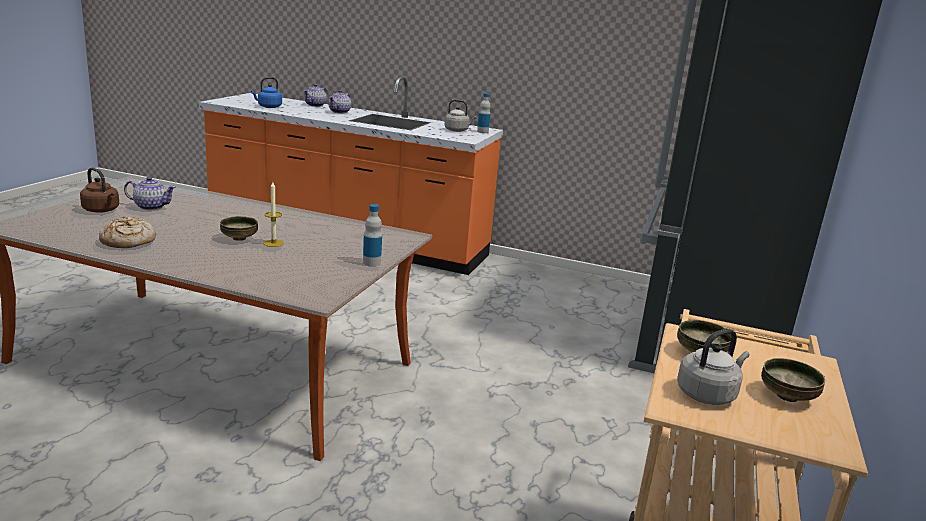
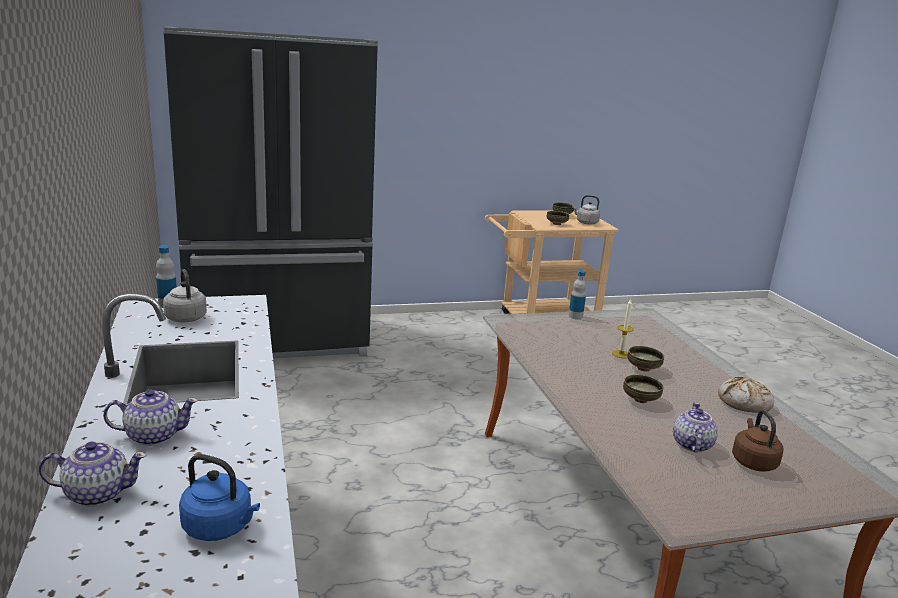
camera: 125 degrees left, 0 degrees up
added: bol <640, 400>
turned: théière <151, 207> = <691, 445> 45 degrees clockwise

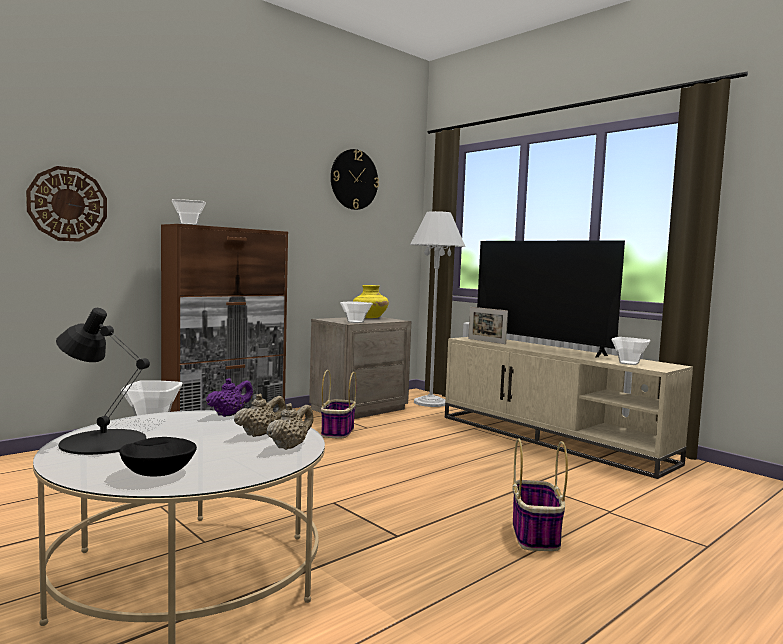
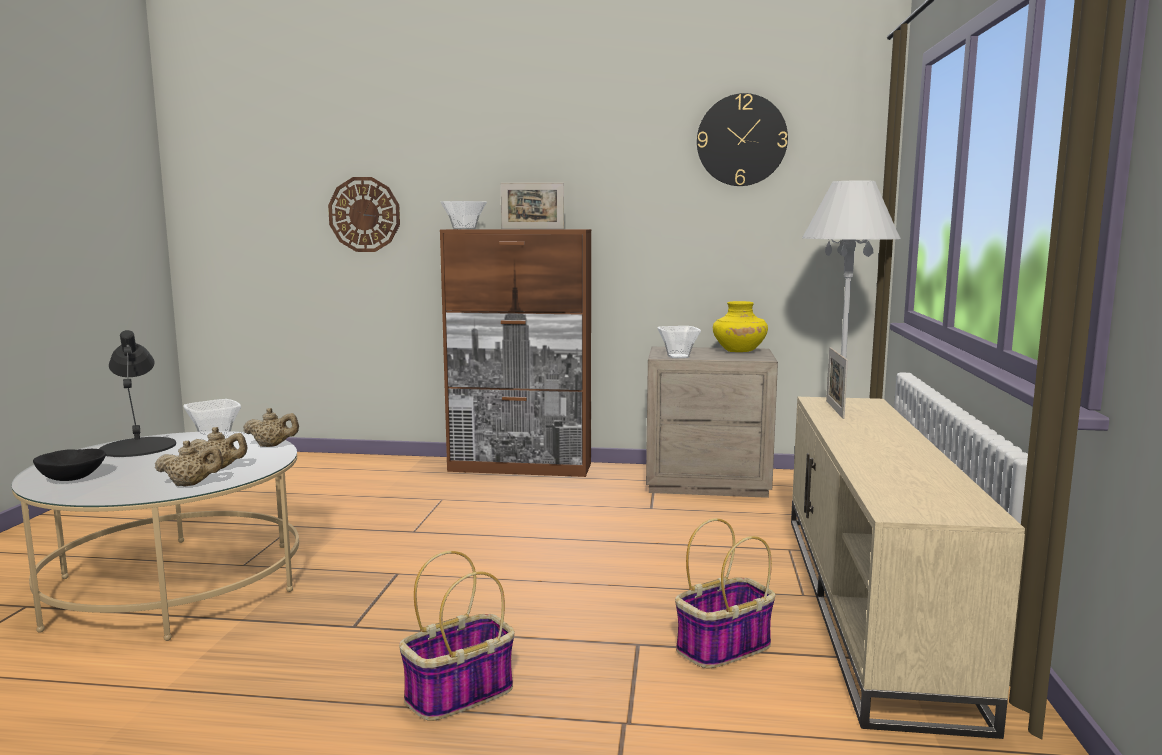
camera: 50 degrees right, 5 degrees up
removed: téléviseur <540, 347>; bol <630, 363>
added: cadre photo <532, 229>
moved: panier <338, 432> to <723, 648>
recoloured: théière [violet] <229, 415> to théière [beige] <272, 446>

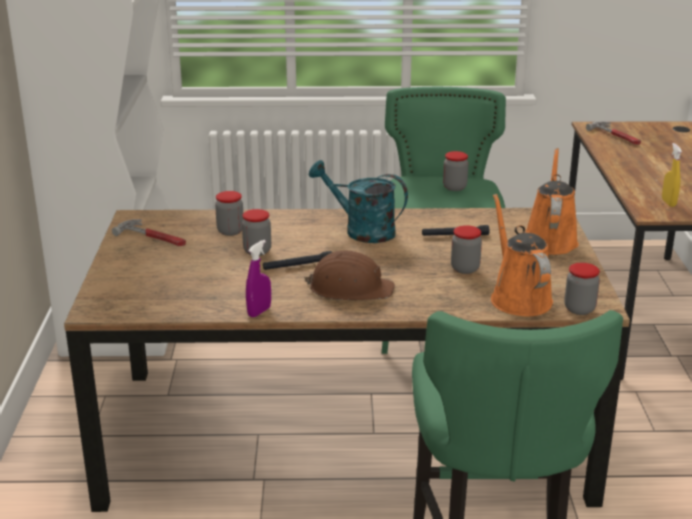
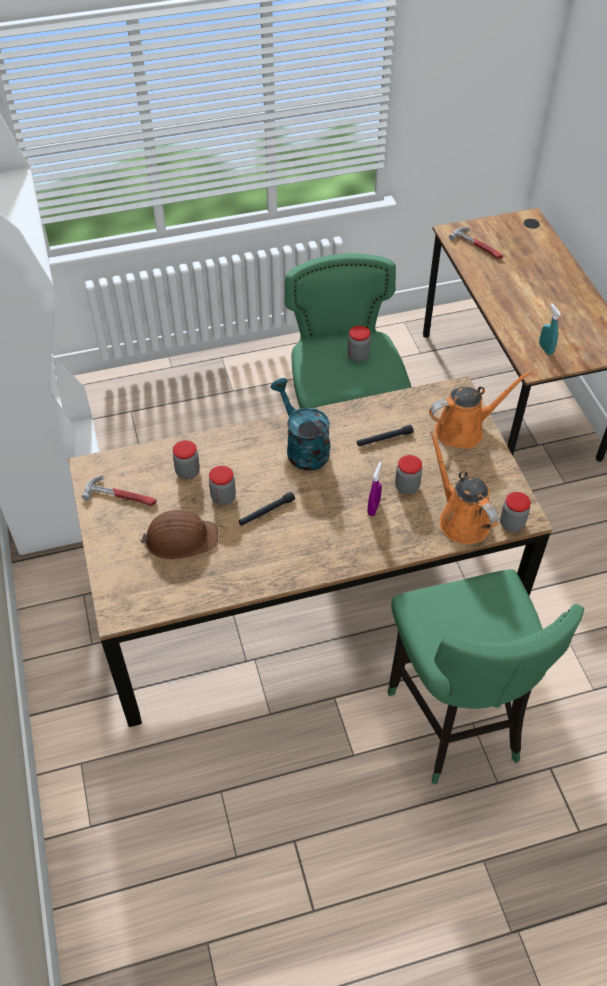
camera: 15 degrees left, 25 degrees up
moved: vaporisateur [violet] <259, 312> to <373, 508>; casque de chantier [marron] <350, 288> to <180, 538>
recoloured: vaporisateur [jaune] <668, 202> to vaporisateur [turquoise] <545, 349>
turned: arrosoir [orange] <549, 240> = <464, 429> 75 degrees clockwise; arrosoir [turquoise] <361, 231> = <302, 448> 45 degrees clockwise

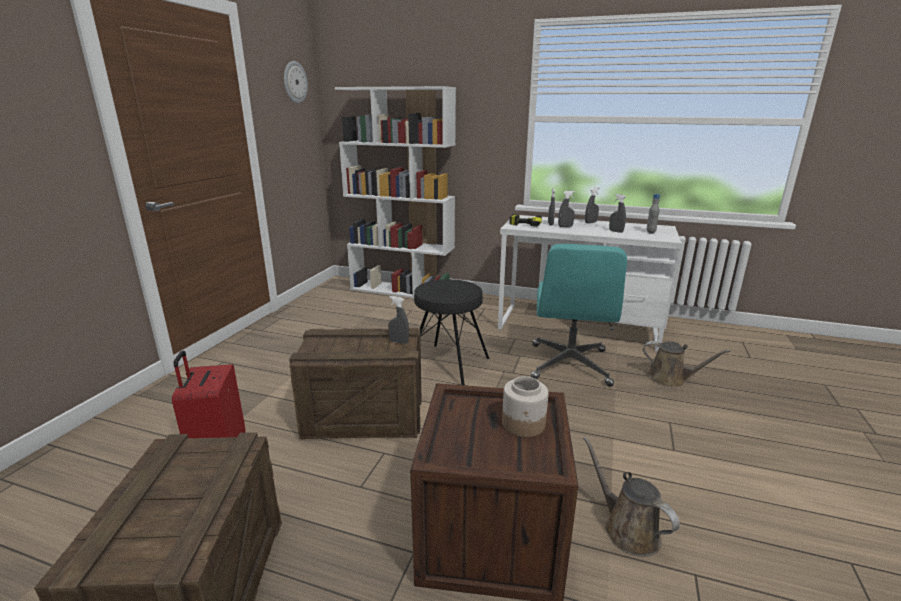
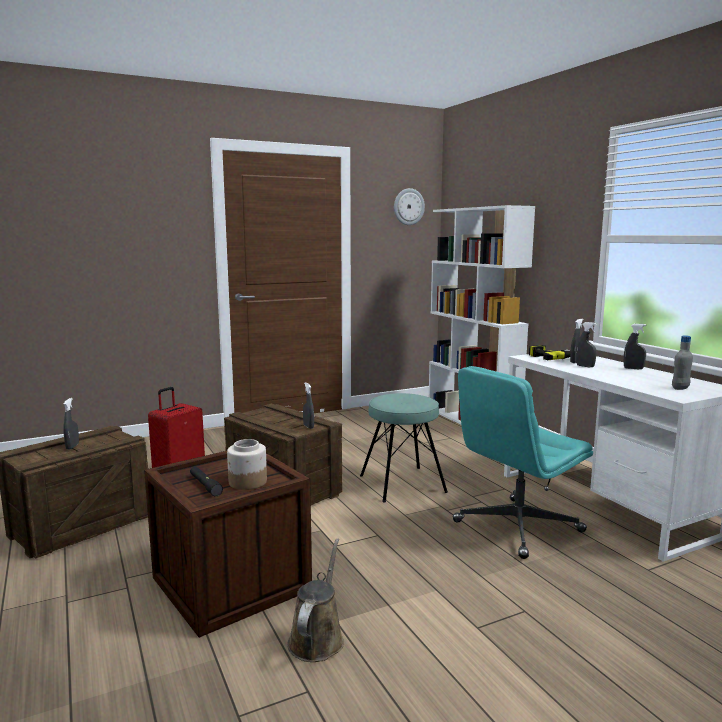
camera: 45 degrees right, 10 degrees down
removed: arrosoir [marron] <670, 379>
added: lampe de poche [noir] <205, 485>
moved: vaporisateur [gris] <616, 231> to <72, 446>
recoloured: tabouret [noir] <448, 365> to tabouret [turquoise] <402, 484>

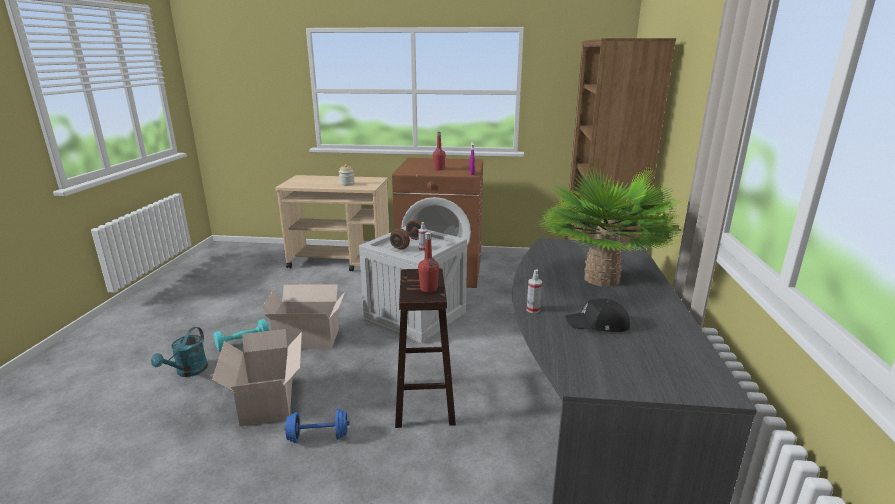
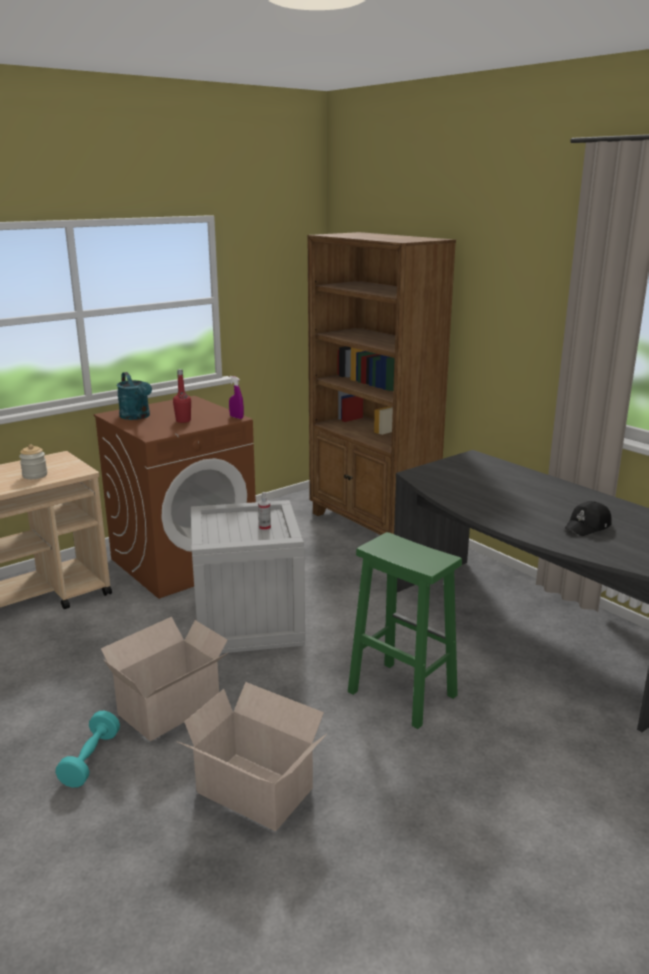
camera: 45 degrees left, 0 degrees up
removed: plante en pot <601, 279>; haltère [marron] <408, 244>; bouteille [rouge] <428, 289>; vaporisateur <533, 309>; haltère [bleu] <318, 437>
moved: arrosoir [turquoise] <188, 372> to <137, 417>
recoloured: tabouret [marron] <424, 401> to tabouret [vert] <400, 693>

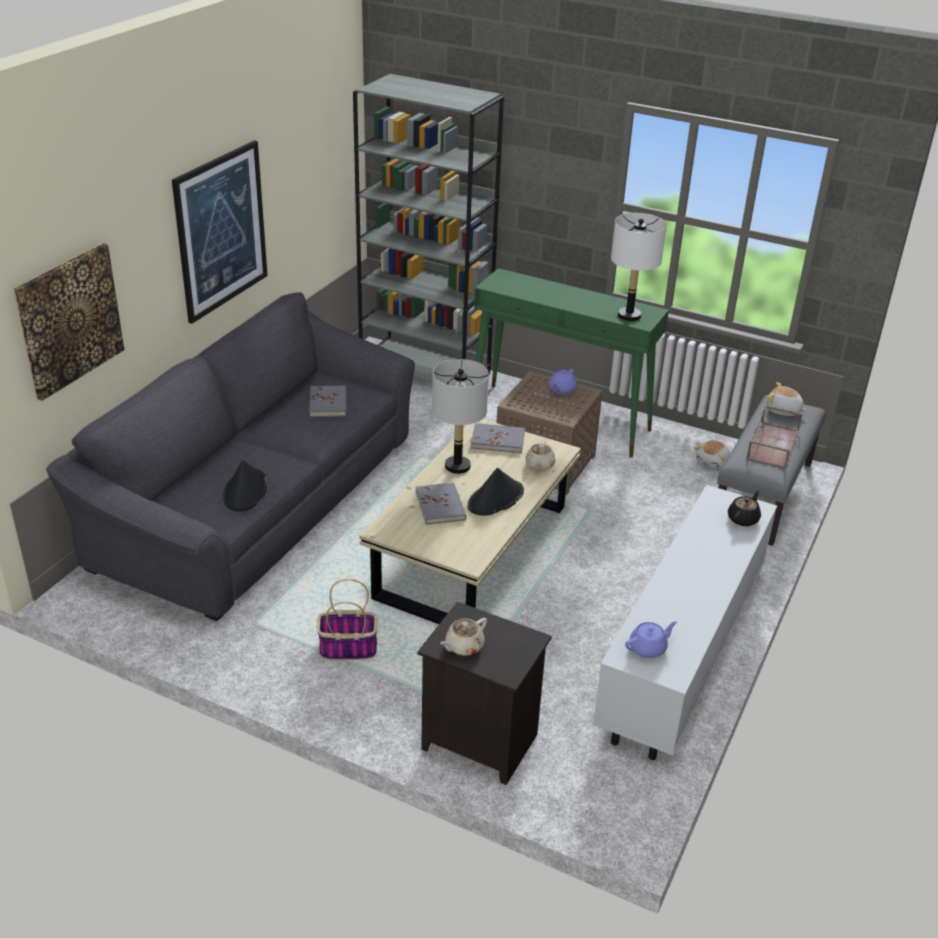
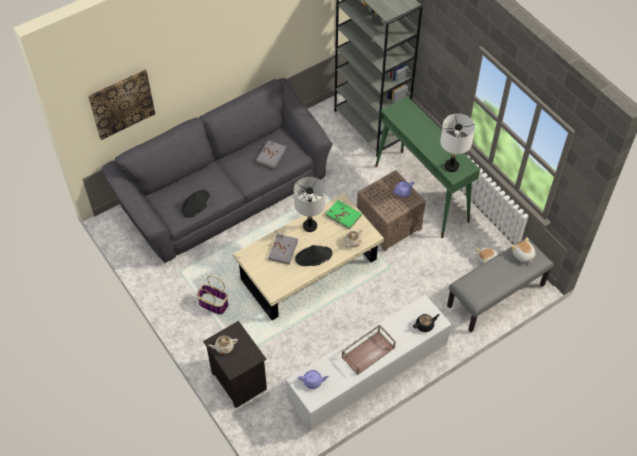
camera: 30 degrees right, 20 degrees up
removed: tableau <221, 231>
moved: plateau [marron] <772, 444> to <368, 352>
recoloured: livre [gris] <498, 440> to livre [vert] <343, 215>

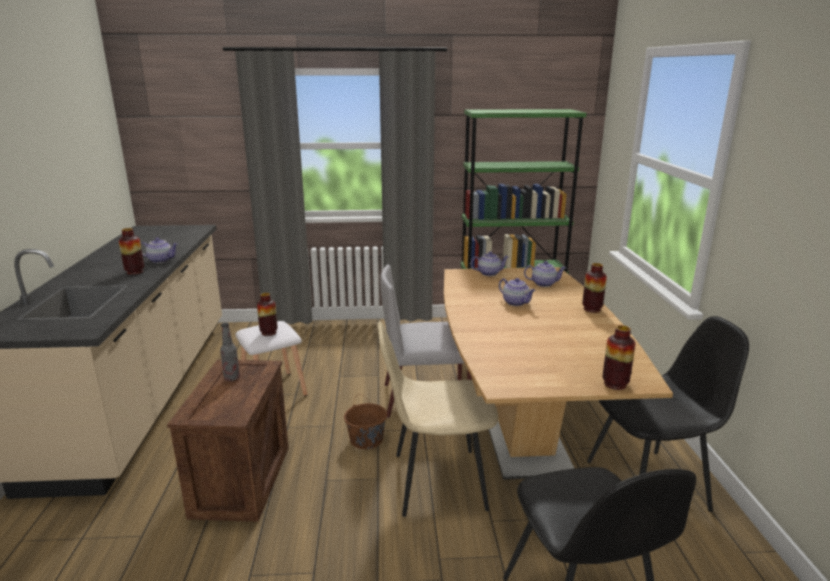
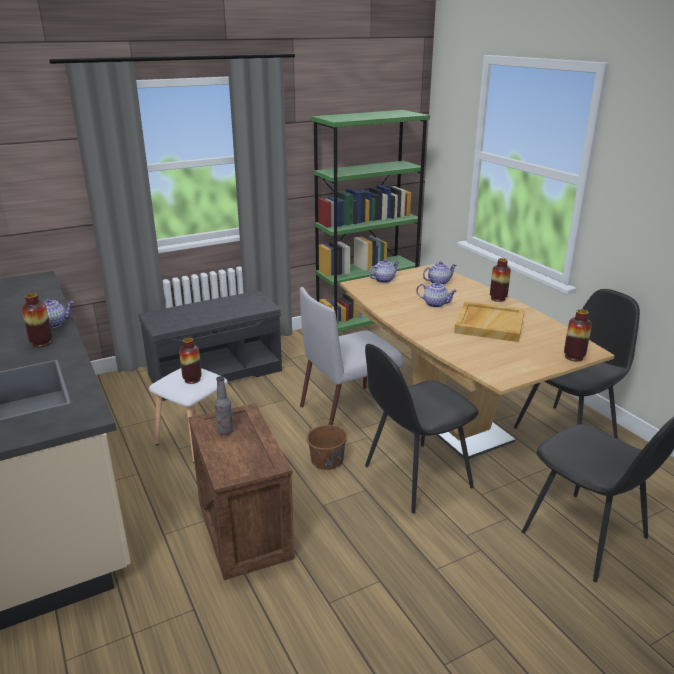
camera: 25 degrees left, 5 degrees up
added: banc [gris] <216, 372>; plateau [beige] <489, 324>
recoloured: chaise [beige] <436, 481> to chaise [noir] <415, 477>

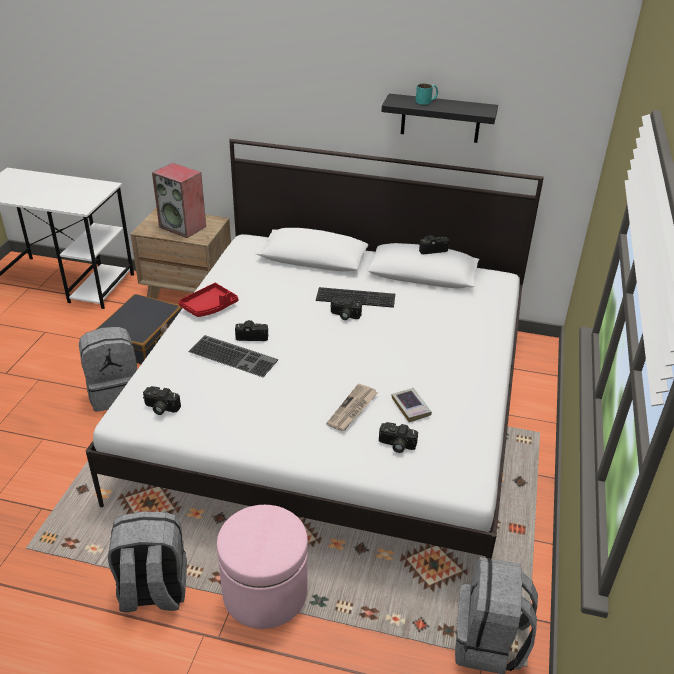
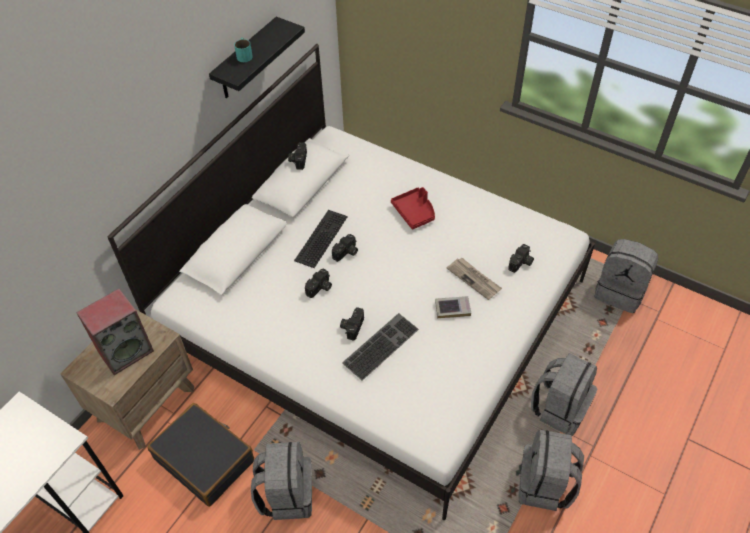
camera: 70 degrees left, 15 degrees up
moved: plateau [rouge] <209, 307> to <414, 212>; appareil photo <160, 408> to <320, 288>; livre <411, 407> to <452, 309>
replaced: pouf [rose] <265, 592> to sac à dos [gris] <559, 408>

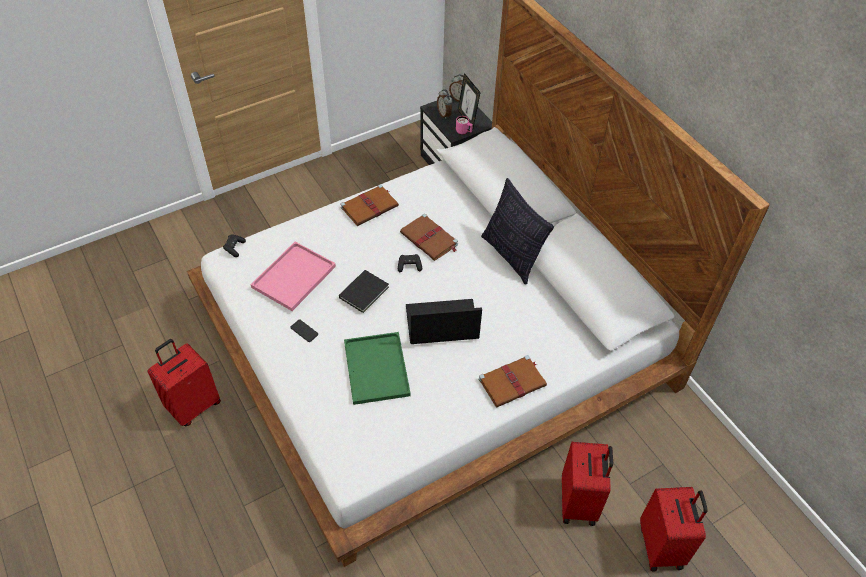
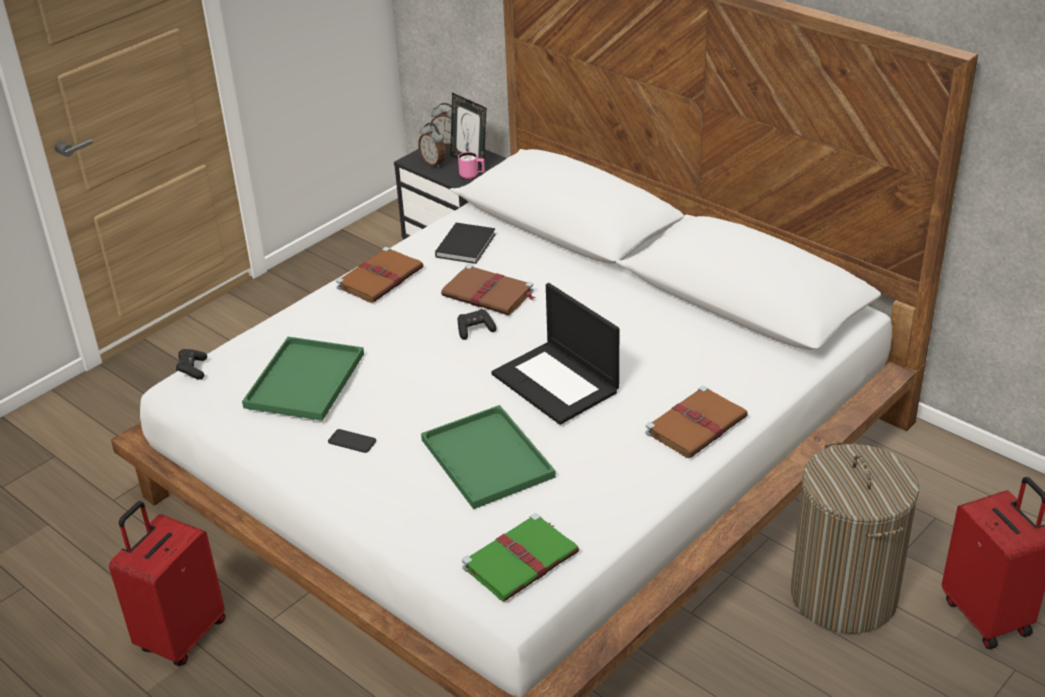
camera: 15 degrees left, 15 degrees down
removed: coussin <512, 256>
added: livre [vert] <522, 559>
moved: livre [noir] <365, 292> to <467, 245>
replaced: valise [rouge] <579, 502> to panier à linge <844, 595>
recoloured: plateau [rose] <293, 278> to plateau [vert] <305, 382>
turned: ordinateur portable <441, 323> = <557, 383> 105 degrees counterclockwise

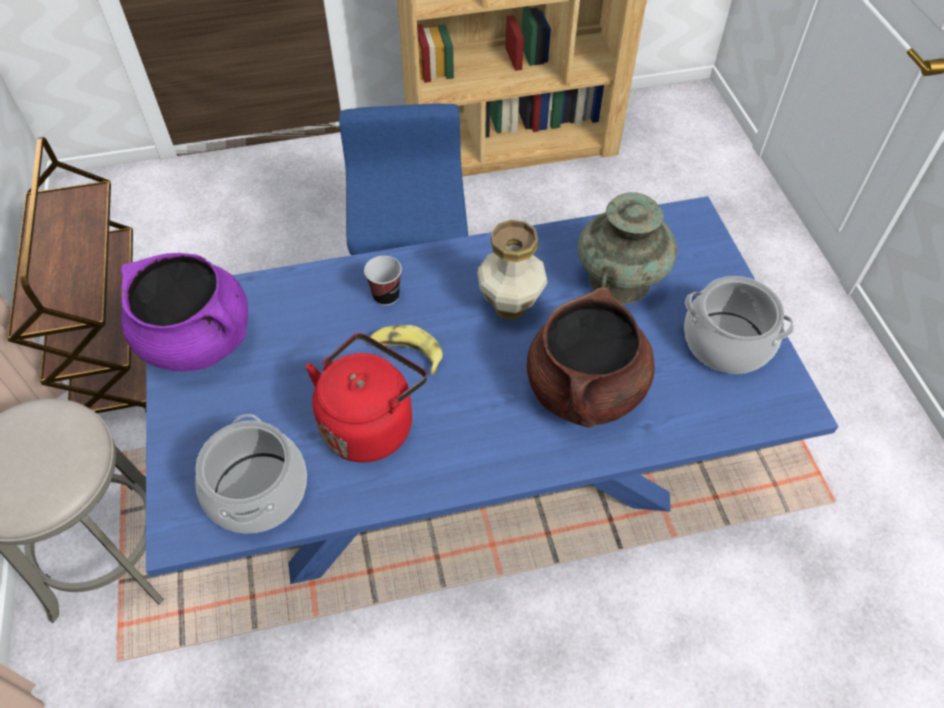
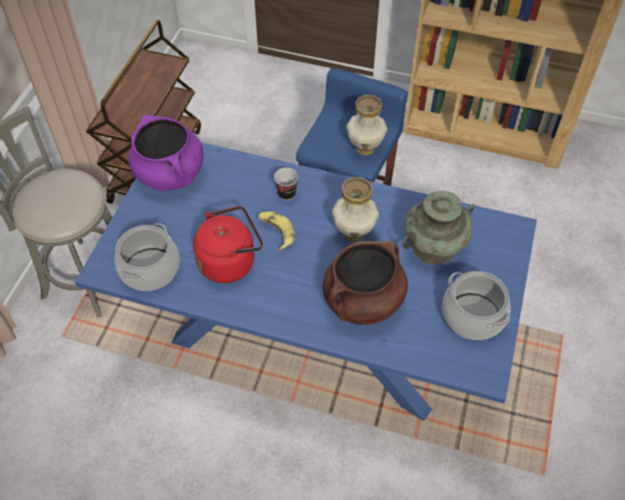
camera: 30 degrees right, 0 degrees up
added: vase <364, 148>

